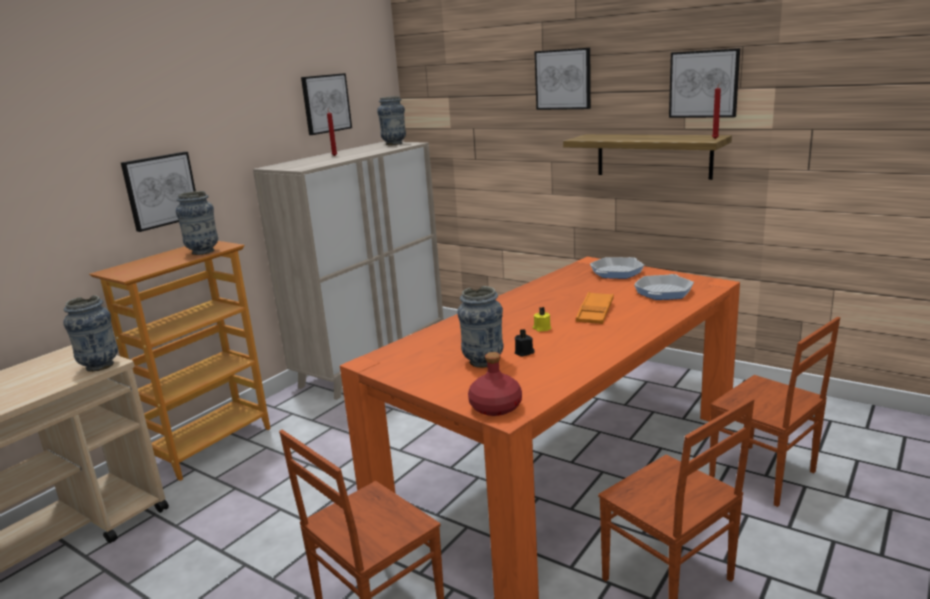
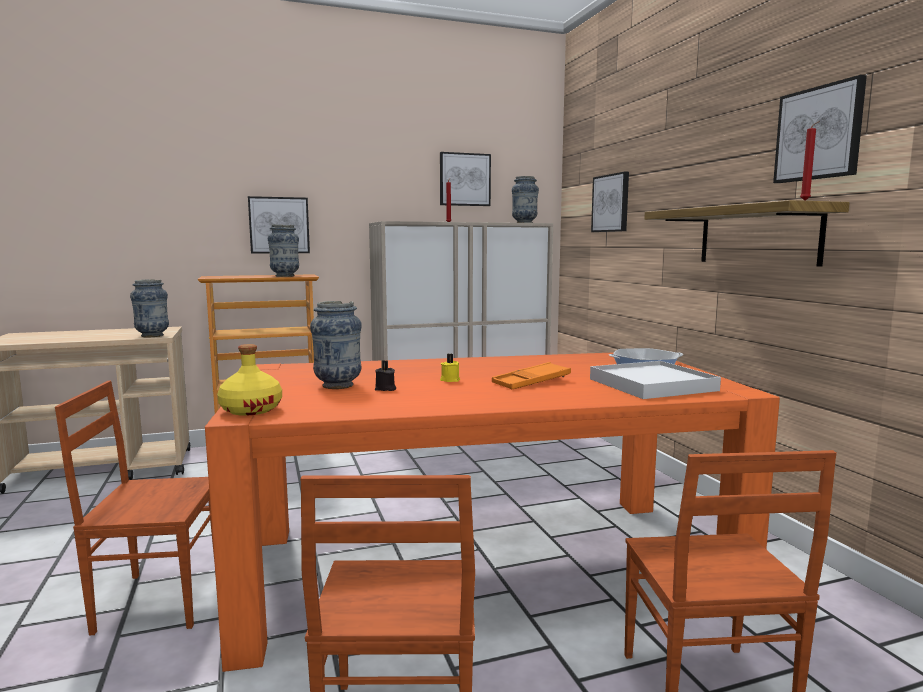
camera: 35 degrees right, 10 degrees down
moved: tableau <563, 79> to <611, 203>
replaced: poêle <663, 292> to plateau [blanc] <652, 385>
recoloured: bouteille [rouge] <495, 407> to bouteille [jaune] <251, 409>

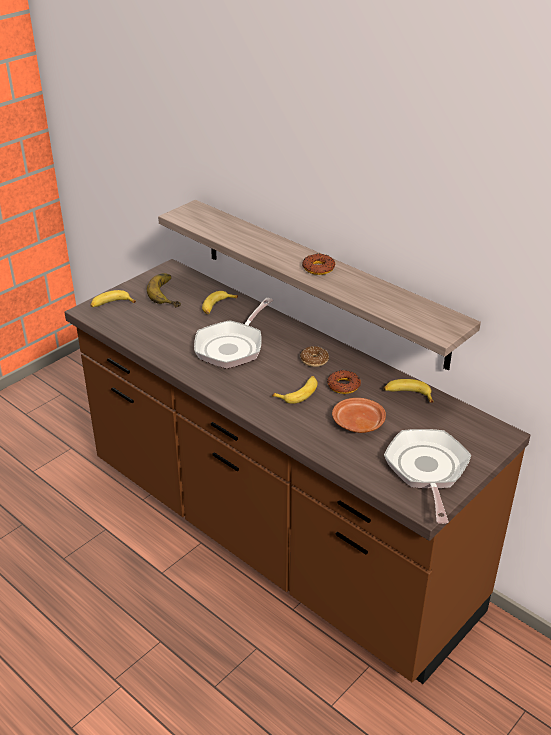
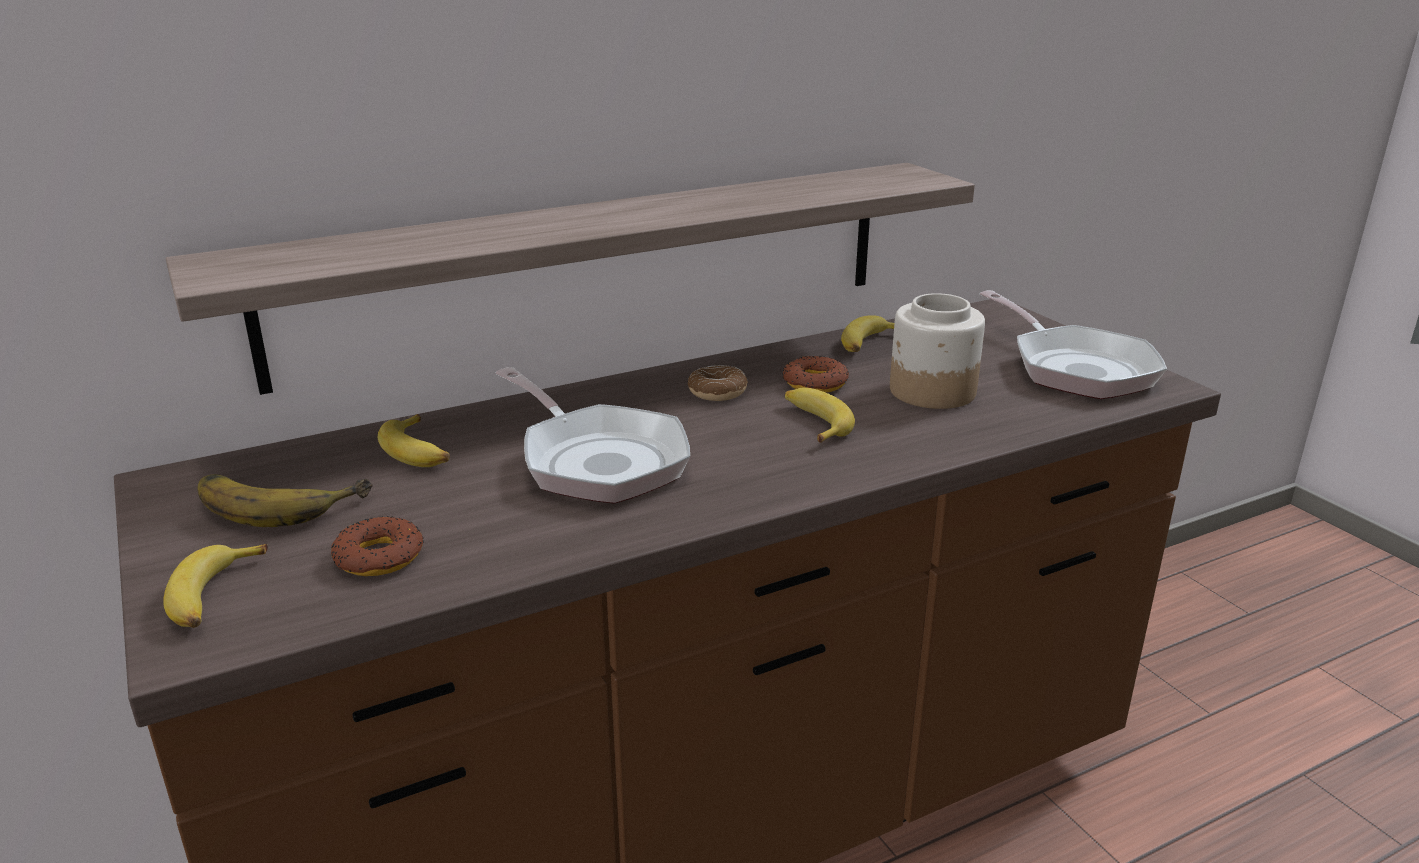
camera: 70 degrees left, 10 degrees down
moved: beignet <318, 268> to <378, 557>
replaced: assiette [marron] <357, 423> to bocal <932, 392>
turned: poêle <427, 471> = <1075, 368> 135 degrees counterclockwise

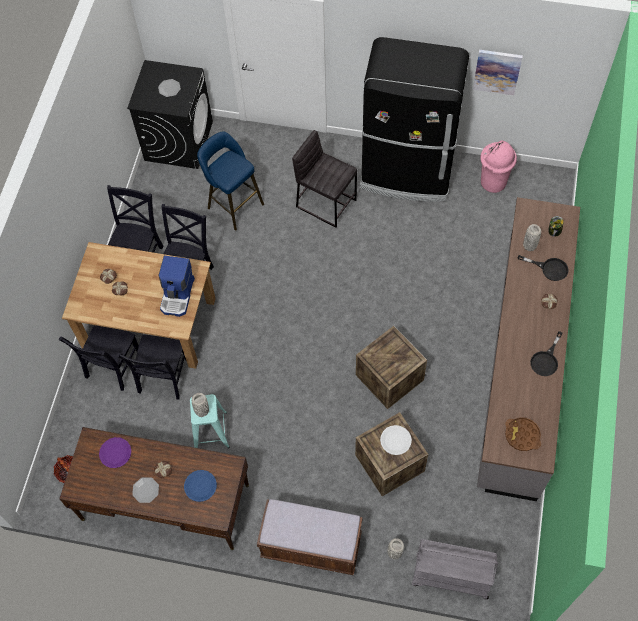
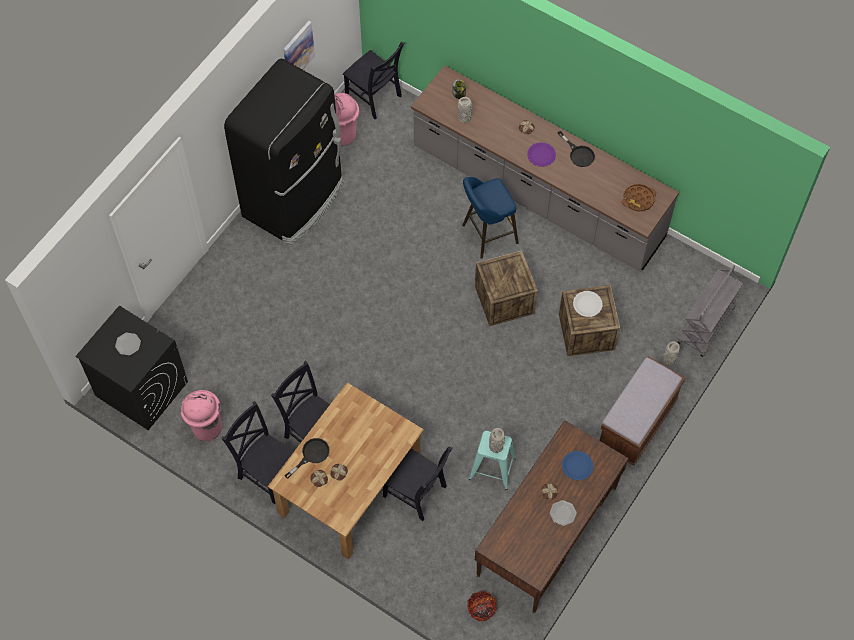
camera: 70 degrees left, 0 degrees up
removed: tabouret [gris] <326, 202>; machine à café <178, 295>
added: poubelle [rose] <206, 428>
moved: tabouret [bleu] <233, 204> to <487, 235>; poêle [noir] <549, 268> to <311, 455>; chaise [noir] <112, 367> to <374, 97>; assiette [violet] <115, 453> to <541, 155>

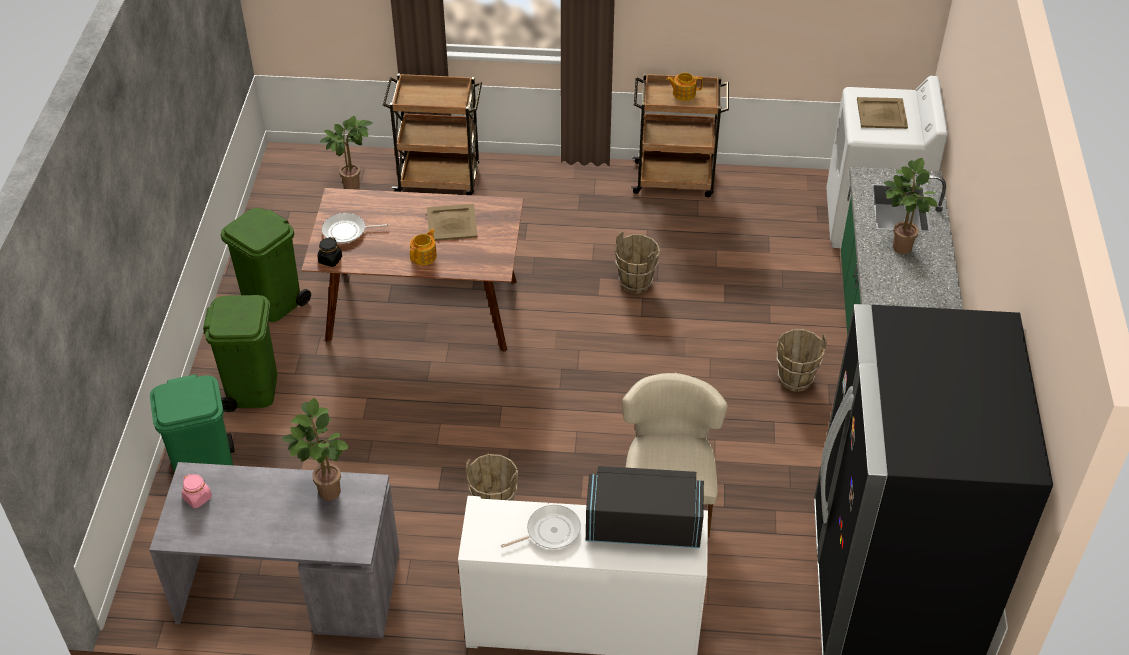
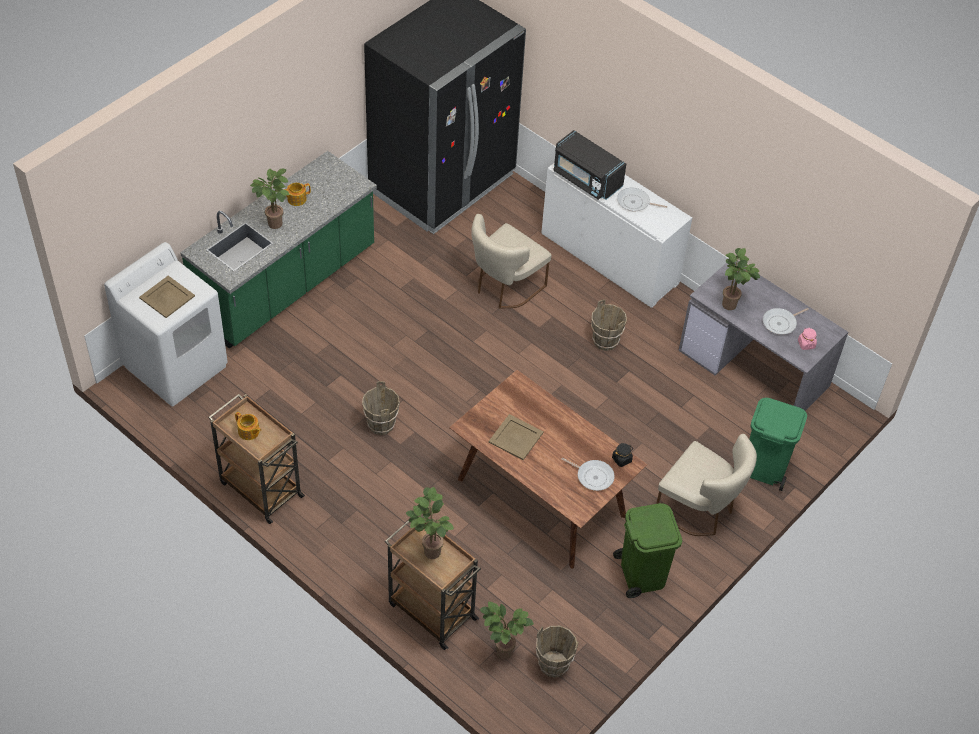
camera: 145 degrees left, 5 degrees up
added: poêle <781, 323>; plante en pot <429, 550>
moved: théière <424, 256> to <296, 199>; seau [marron] <795, 379> to <553, 665>
replaced: poubelle [vert] <252, 388> to chaise [beige] <700, 510>

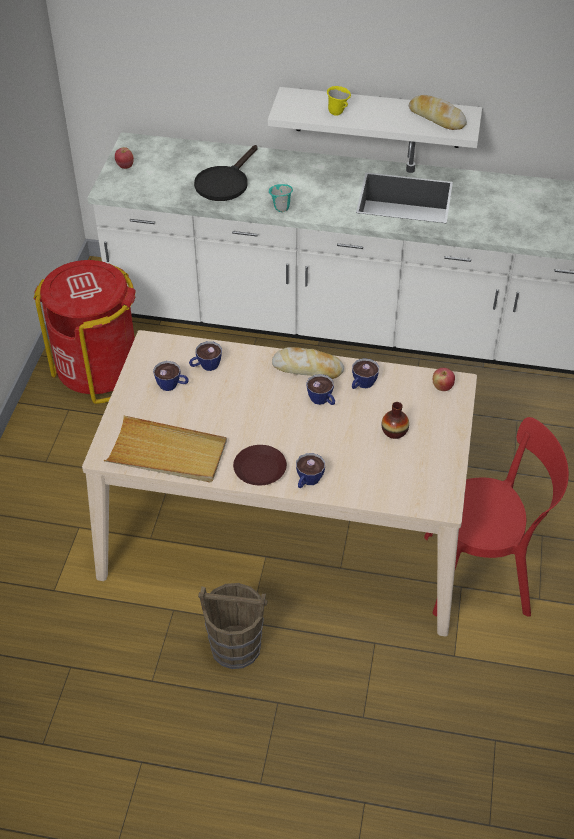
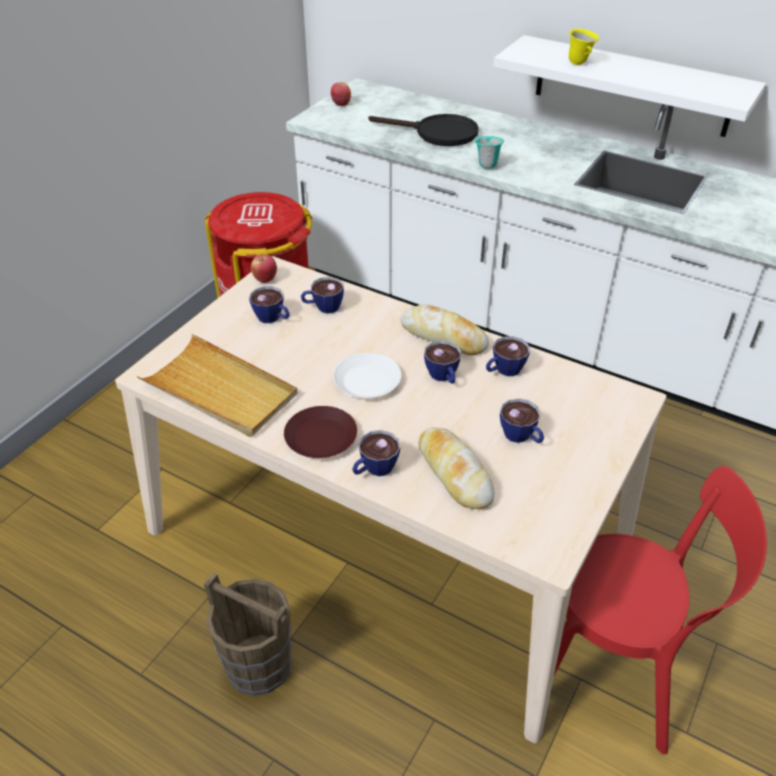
camera: 20 degrees right, 5 degrees down
added: assiette [blanc] <367, 381>
moved: pain <436, 118> to <454, 473>; pomme <442, 387> to <265, 279>
replaced: vase <394, 431> to tasse <521, 437>
turned: poêle [noir] <225, 182> = <437, 133> 120 degrees counterclockwise

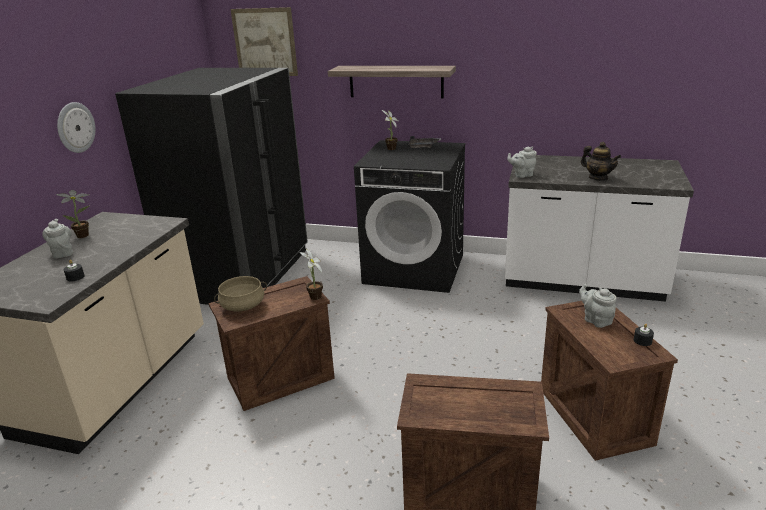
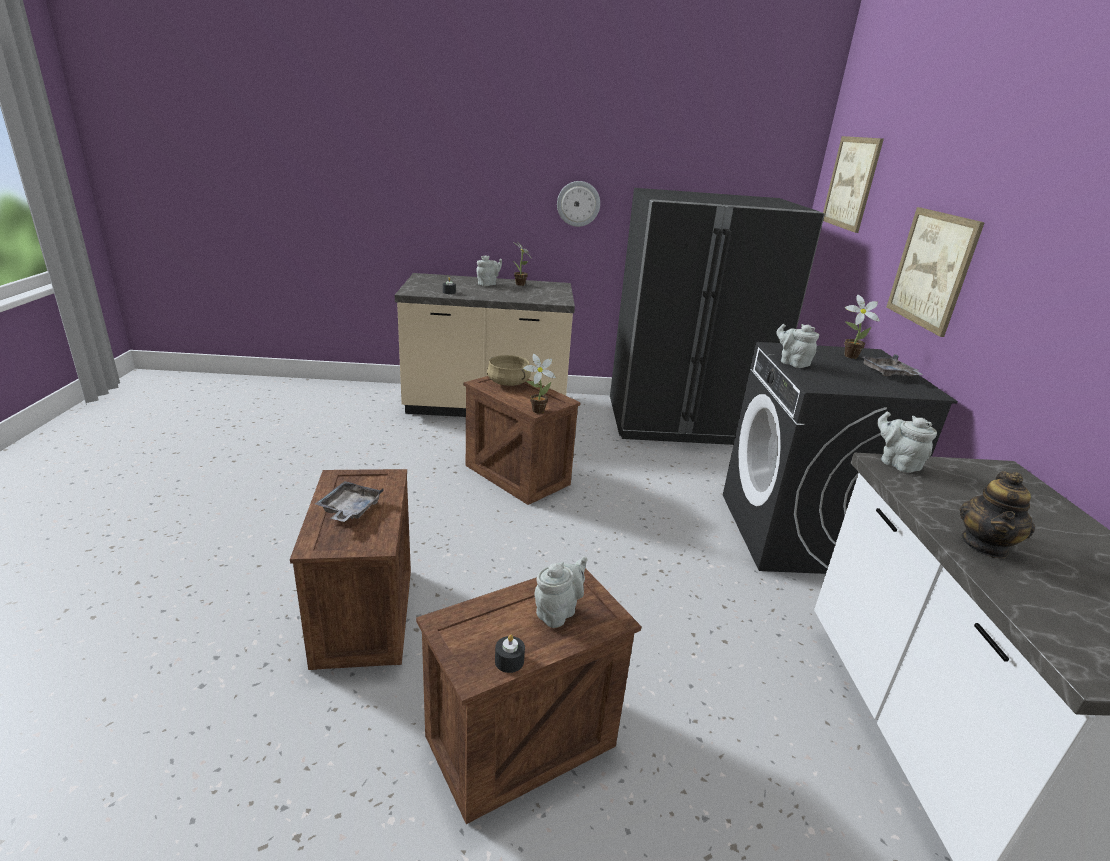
camera: 70 degrees right, 0 degrees up
added: théière [gris] <792, 363>; plateau [gris] <349, 509>
replaced: étagère <396, 81> to tableau <931, 269>

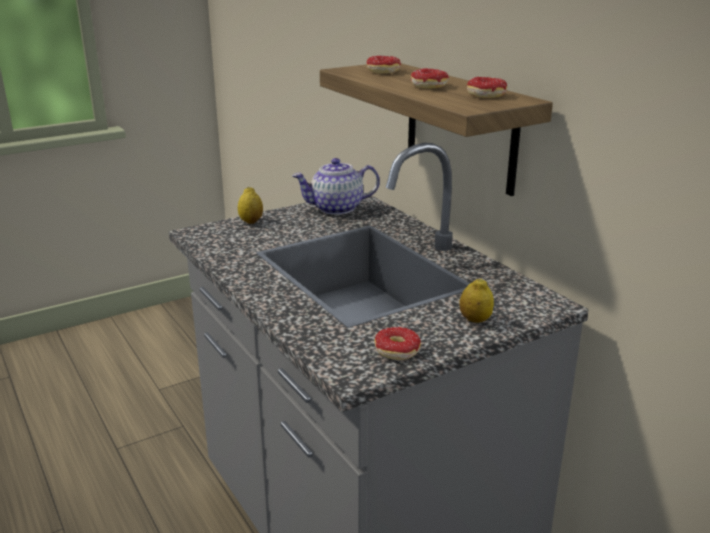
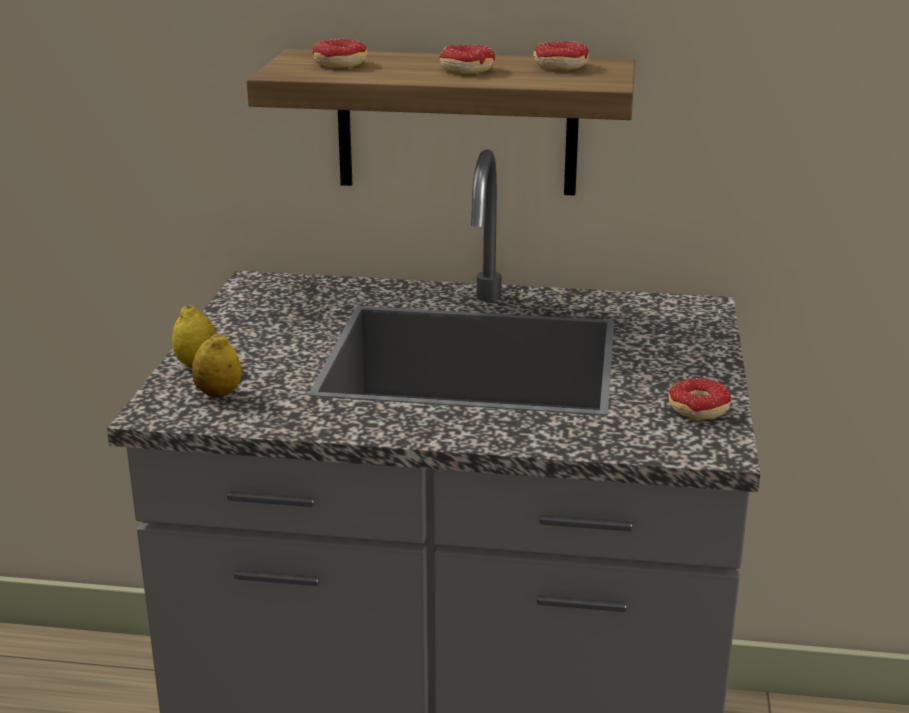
camera: 50 degrees left, 0 degrees up
removed: théière <336, 208>
moved: citron <475, 320> to <218, 394>

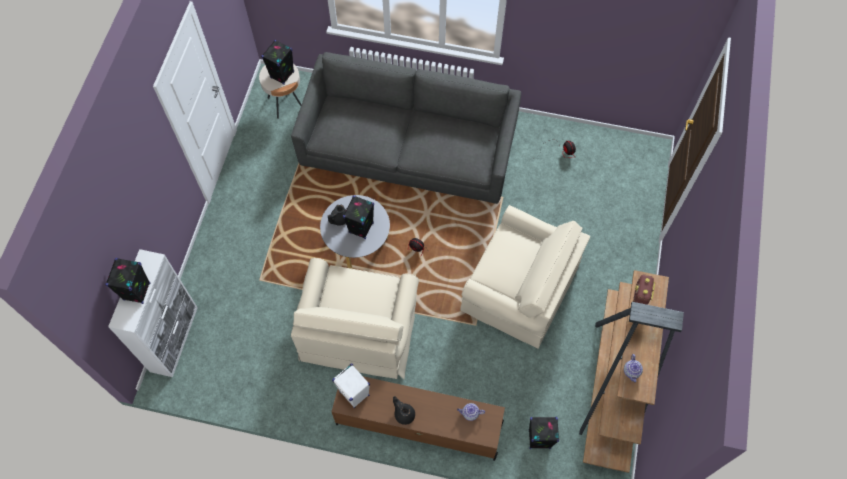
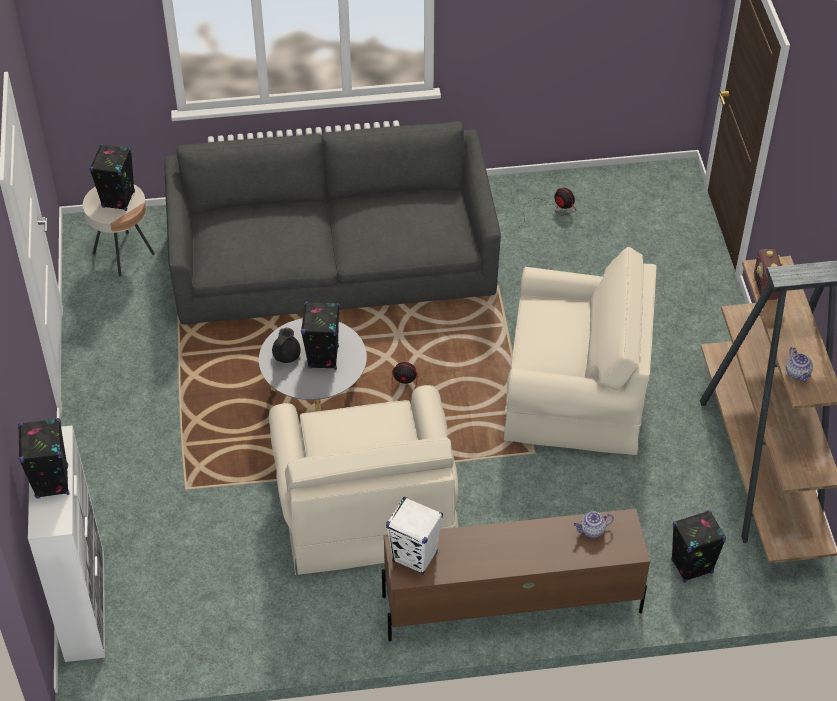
camera: 20 degrees left, 15 degrees down
removed: théière [noir] <404, 414>

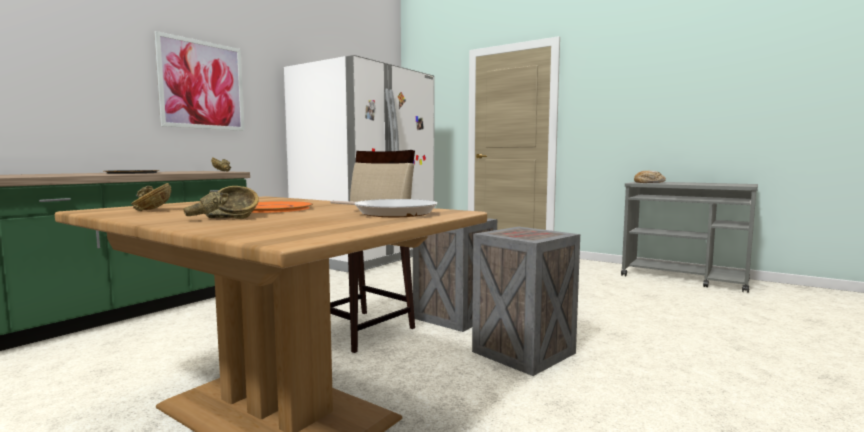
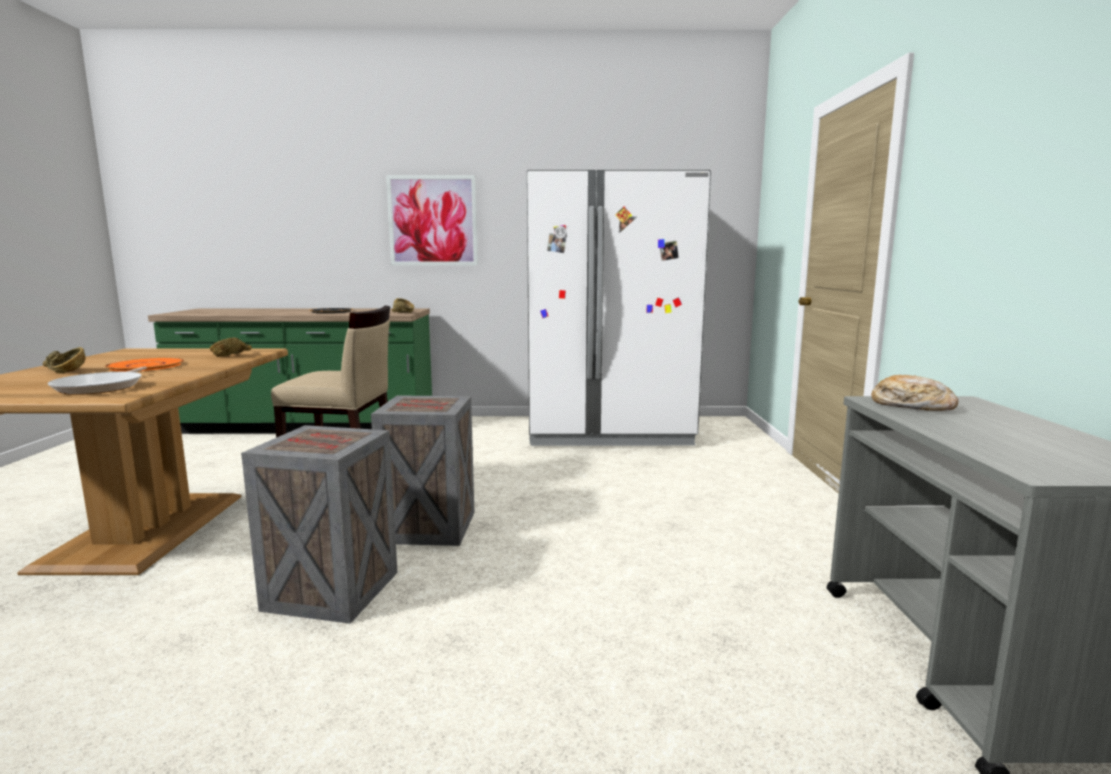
camera: 55 degrees right, 5 degrees up
moved: bol [marron] <149, 209> to <232, 355>

